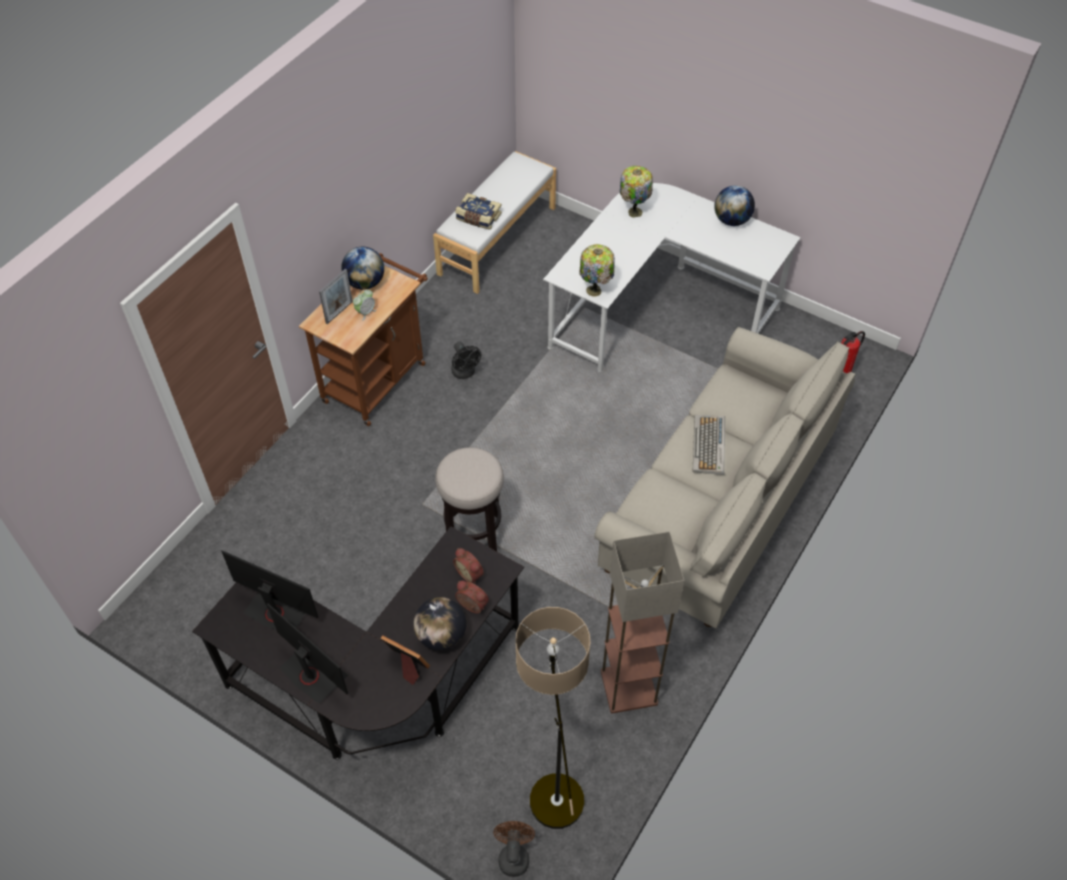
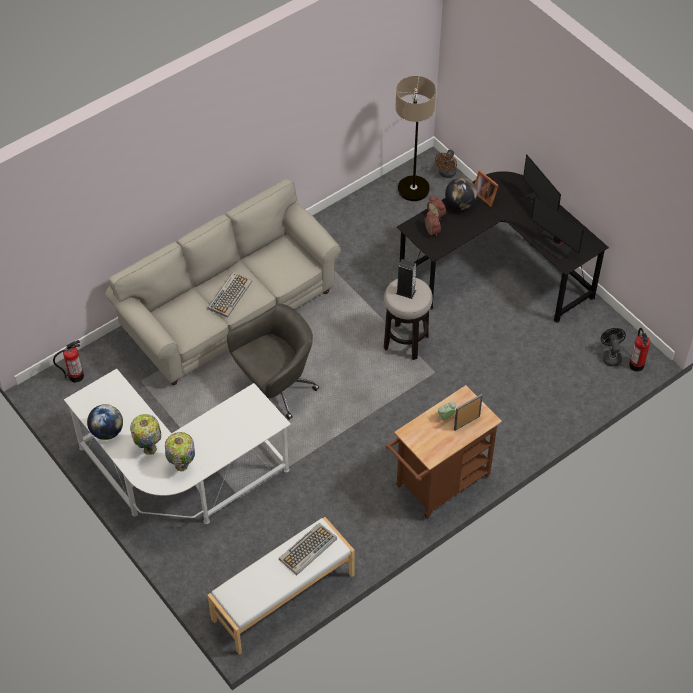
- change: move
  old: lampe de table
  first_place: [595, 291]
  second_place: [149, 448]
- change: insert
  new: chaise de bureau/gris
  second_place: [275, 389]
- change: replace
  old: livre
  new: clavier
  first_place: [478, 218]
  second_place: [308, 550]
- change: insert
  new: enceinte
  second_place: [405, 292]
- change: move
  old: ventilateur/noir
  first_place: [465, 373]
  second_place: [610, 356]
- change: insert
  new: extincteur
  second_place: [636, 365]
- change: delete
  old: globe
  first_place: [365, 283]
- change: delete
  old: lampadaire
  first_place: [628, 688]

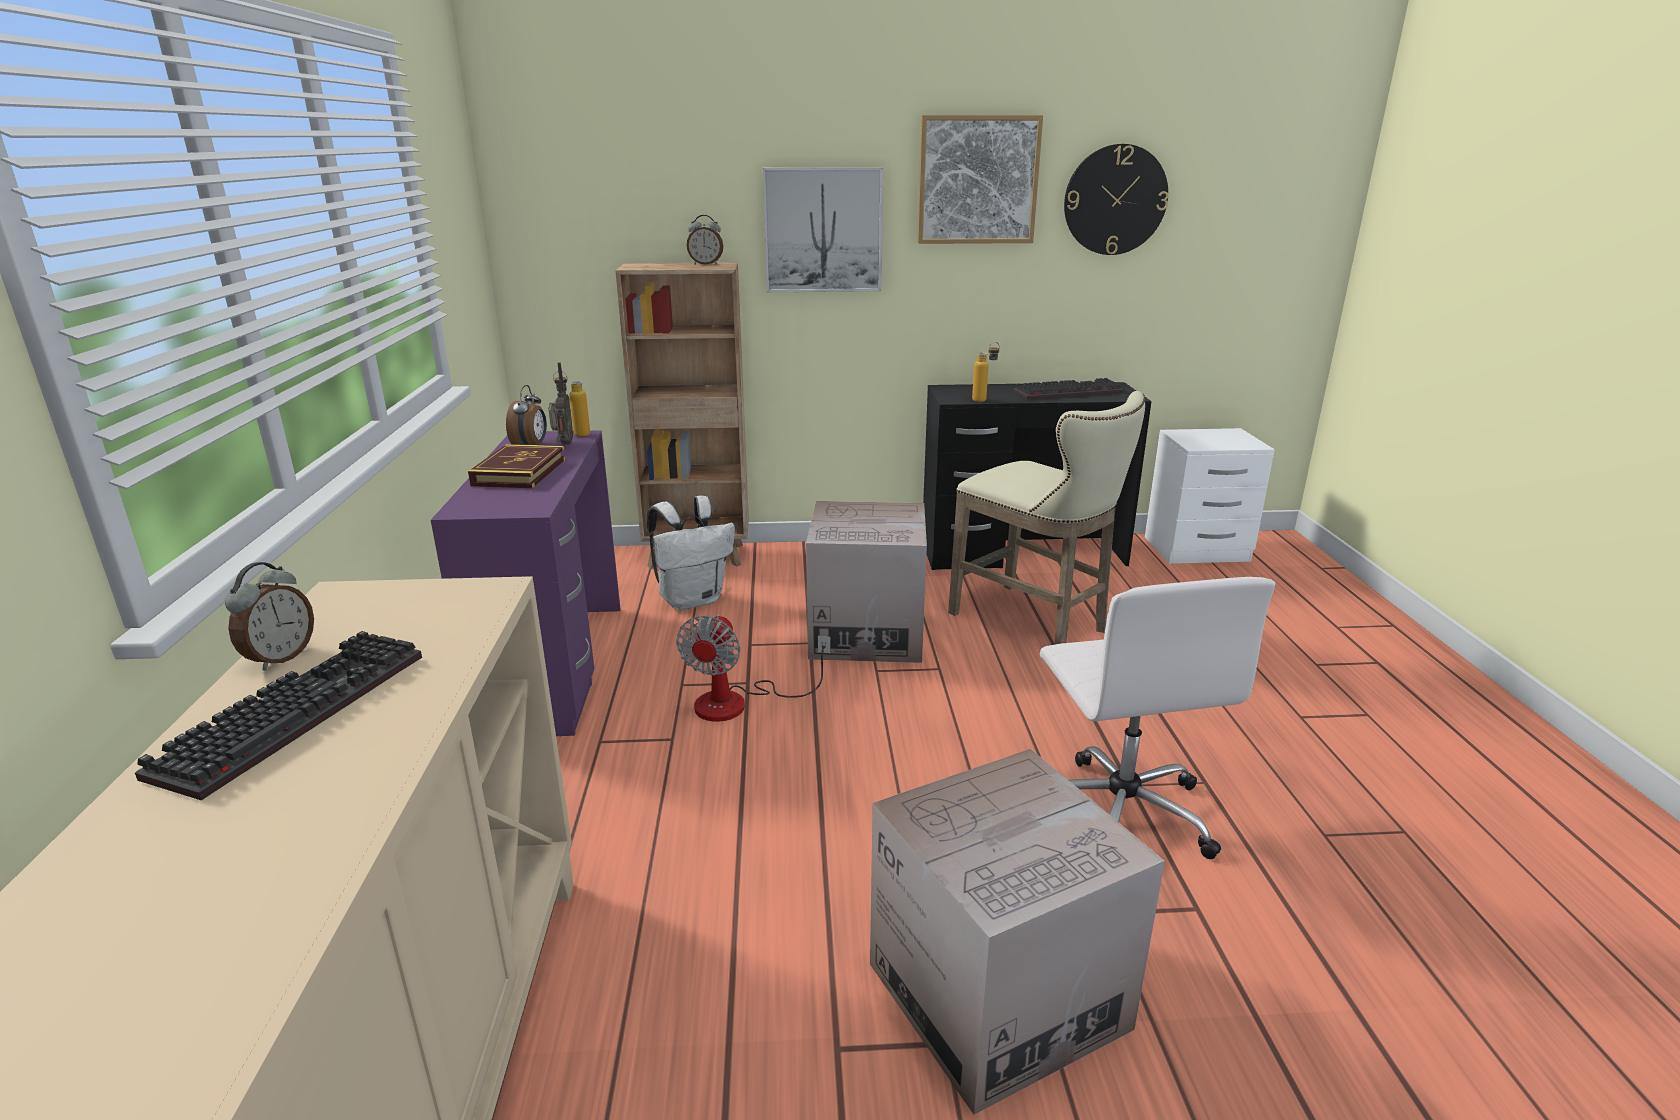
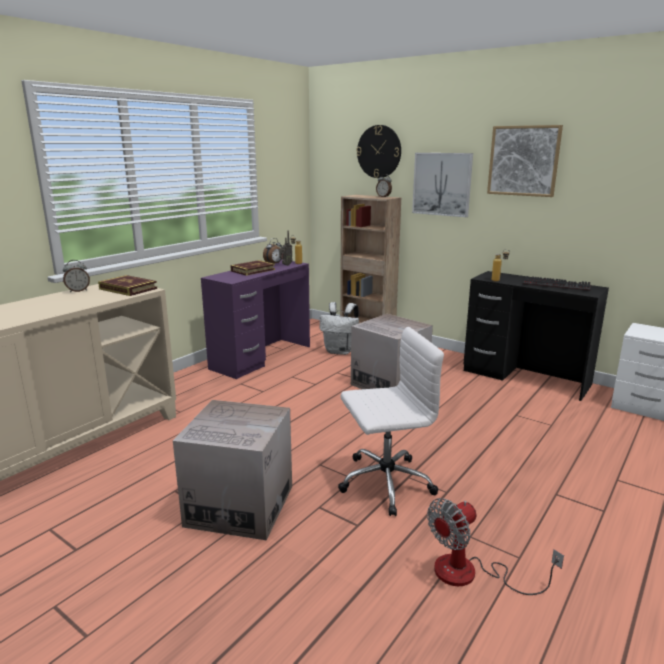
- change: insert
  new: livre
  second_place: [128, 289]
- change: rotate
  old: chaise de bureau/blanc
  first_place: [1119, 813]
  second_place: [384, 483]
  degrees: -135
- change: move
  old: horloge murale
  first_place: [1115, 200]
  second_place: [379, 151]
- change: move
  old: ventilateur
  first_place: [738, 702]
  second_place: [470, 574]
- change: delete
  old: clavier
  first_place: [295, 710]
- change: delete
  old: tabouret/beige
  first_place: [1035, 624]

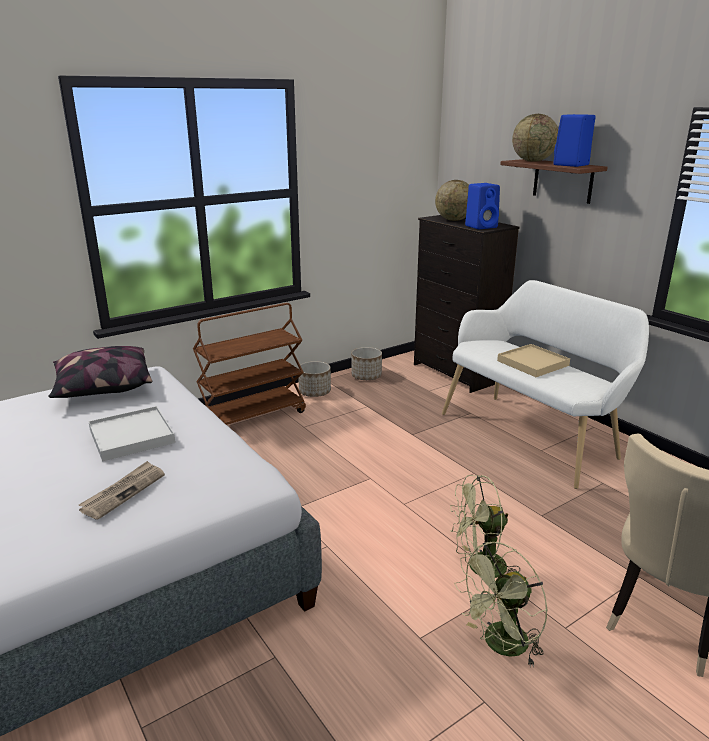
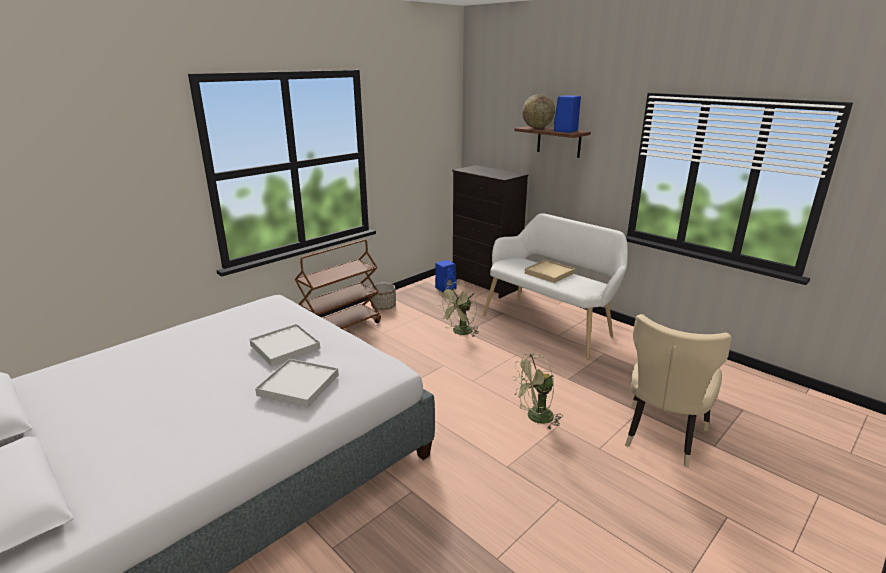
- change: replace
  old: journal
  new: plateau/blanc
  first_place: [123, 491]
  second_place: [298, 385]
- change: move
  old: enceinte/bleu
  first_place: [481, 226]
  second_place: [446, 288]
- change: move
  old: ventilateur/vert
  first_place: [500, 646]
  second_place: [460, 332]
- change: delete
  old: coussin
  first_place: [103, 387]
- change: delete
  old: cache-pot
  first_place: [366, 376]
- change: delete
  old: globe
  first_place: [454, 220]

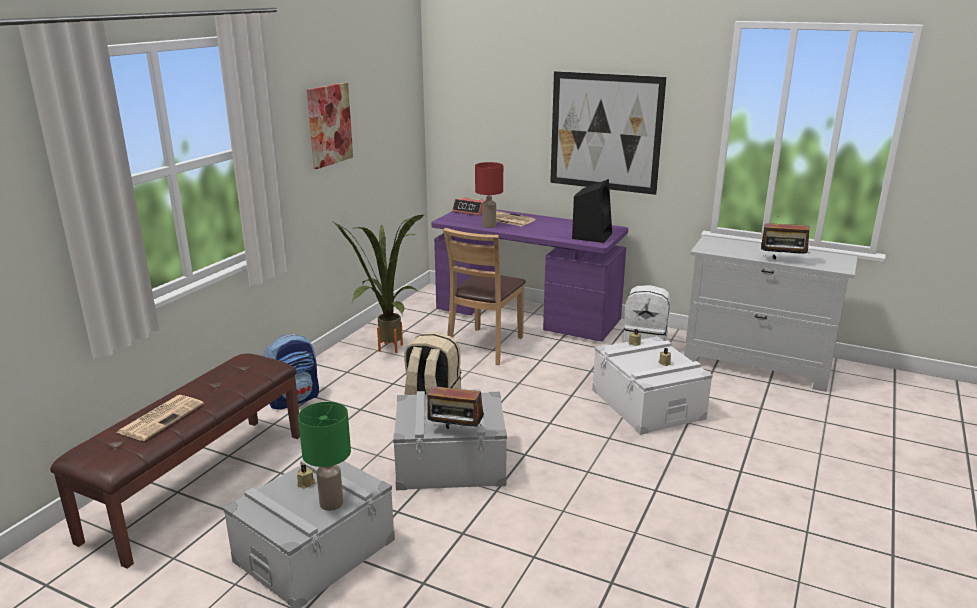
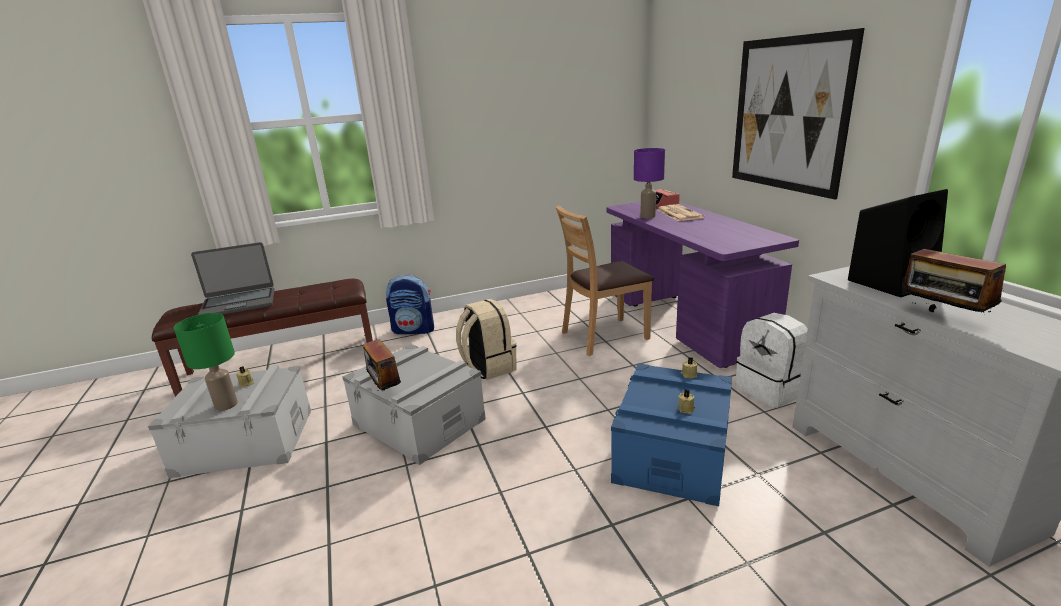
- change: replace
  old: journal
  new: ordinateur portable
  first_place: [161, 417]
  second_place: [239, 303]
- change: recolor
  old: boîte de rangement/blanc
  new: boîte de rangement/bleu
  first_place: [647, 404]
  second_place: [673, 454]
- change: recolor
  old: lampe de table/rouge
  new: lampe de table/violet
  first_place: [488, 226]
  second_place: [647, 216]
- change: move
  old: enceinte/noir
  first_place: [592, 235]
  second_place: [892, 282]
- change: delete
  old: tableau
  first_place: [329, 125]
- change: delete
  old: plante en pot
  first_place: [385, 351]

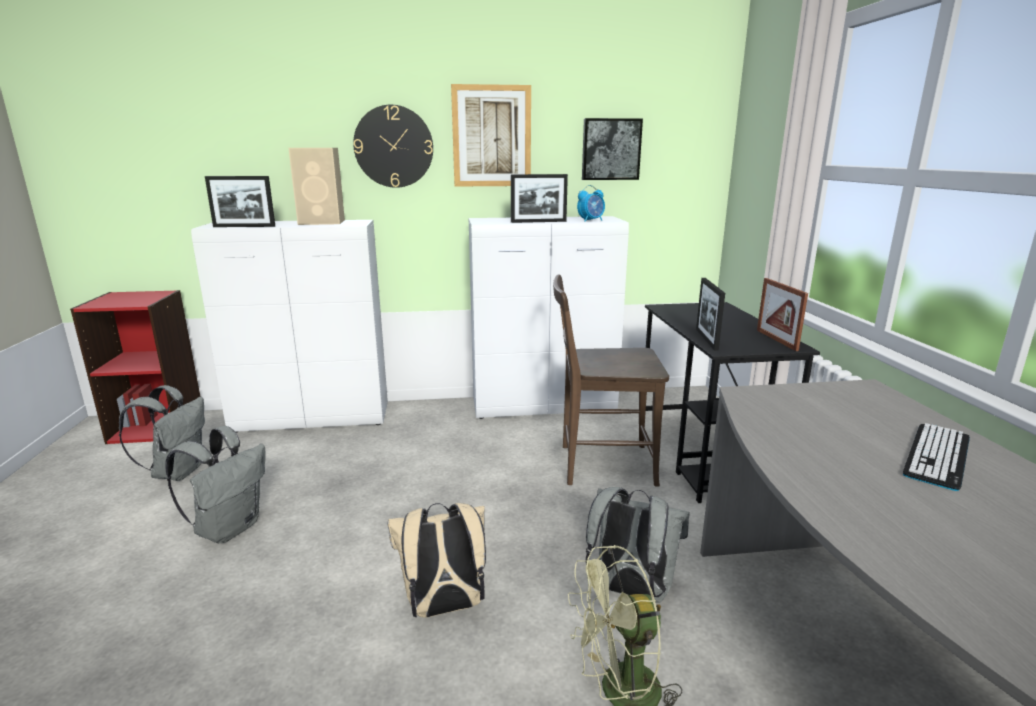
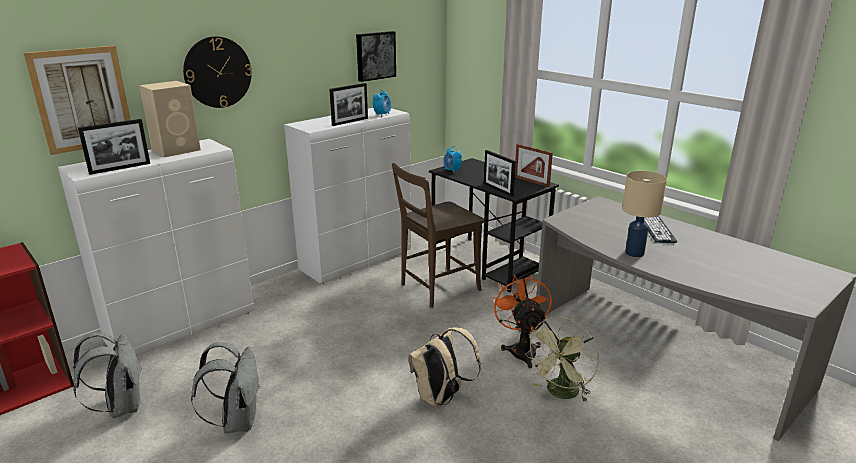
- change: move
  old: tableau
  first_place: [491, 136]
  second_place: [82, 99]
- change: insert
  new: réveil
  second_place: [452, 171]
- change: replace
  old: sac à dos/gris
  new: ventilateur/orange
  first_place: [630, 591]
  second_place: [521, 349]
- change: insert
  new: lampe de table/beige
  second_place: [635, 253]

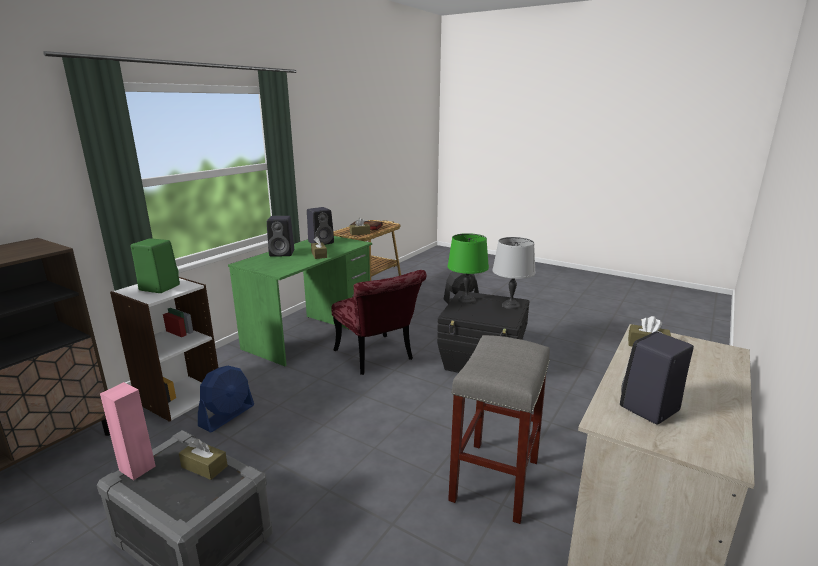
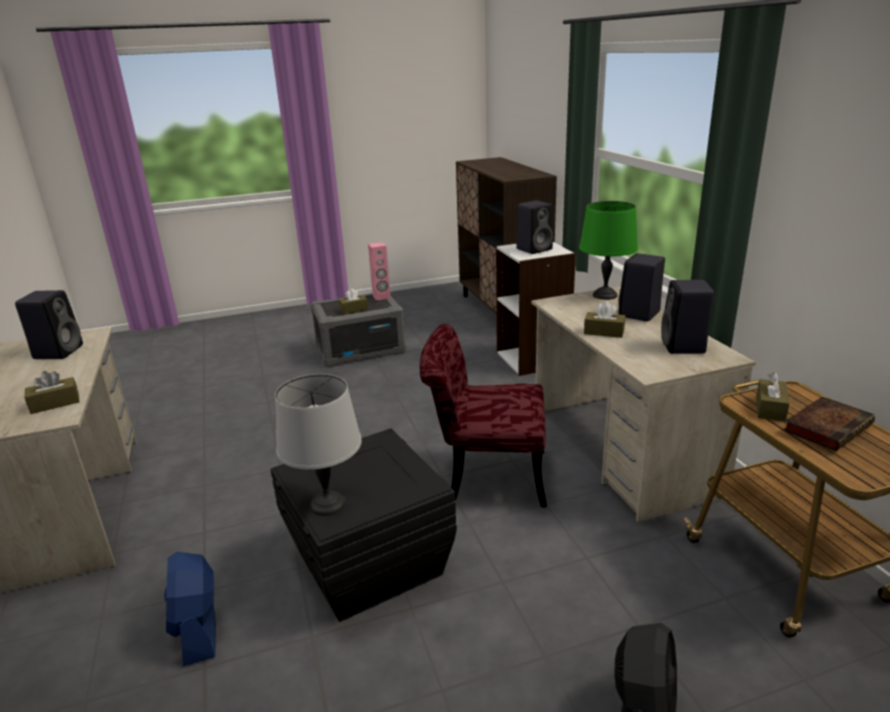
- change: move
  old: ventilateur/bleu
  first_place: [227, 415]
  second_place: [198, 629]
- change: recolor
  old: enceinte/vert
  new: enceinte/noir
  first_place: [158, 288]
  second_place: [535, 249]
- change: recolor
  old: bureau/vert
  new: bureau/beige
  first_place: [310, 332]
  second_place: [620, 450]
- change: move
  old: lampe de table/vert
  first_place: [466, 300]
  second_place: [605, 295]
- change: delete
  old: tabouret/gris
  first_place: [494, 478]

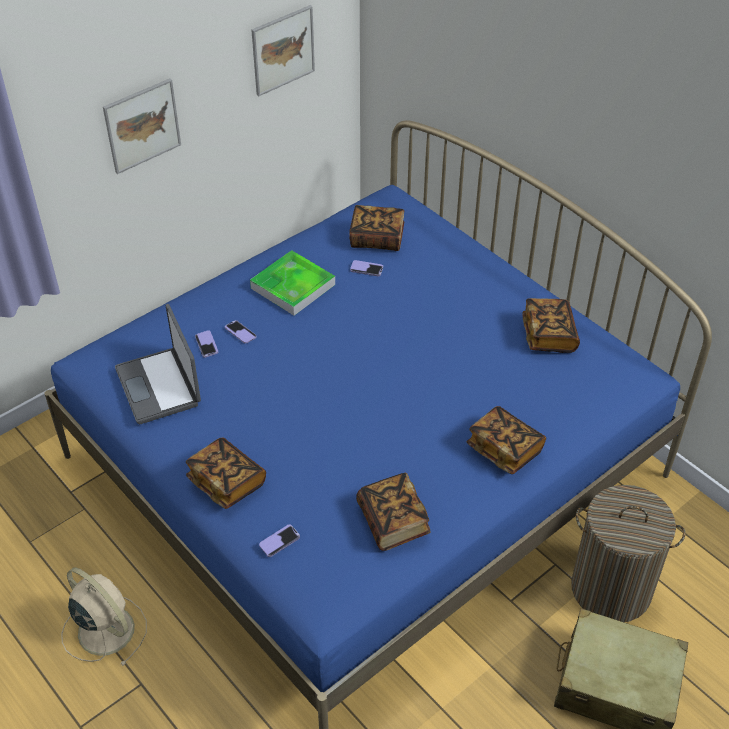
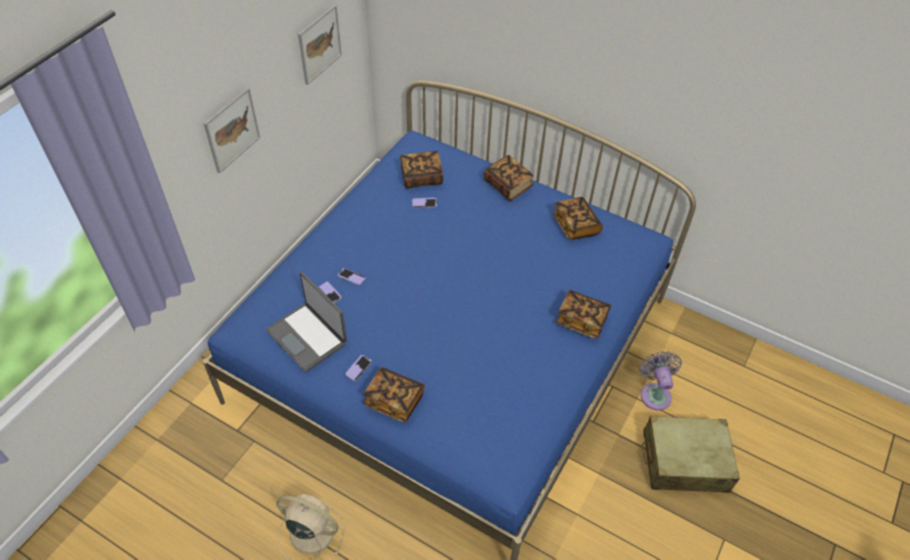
- change: move
  old: téléphone
  first_place: [279, 541]
  second_place: [358, 368]
- change: move
  old: livre
  first_place: [393, 522]
  second_place: [508, 185]
- change: replace
  old: panier à linge
  new: ventilateur/gris
  first_place: [610, 588]
  second_place: [655, 393]
- change: delete
  old: plateau
  first_place: [293, 286]

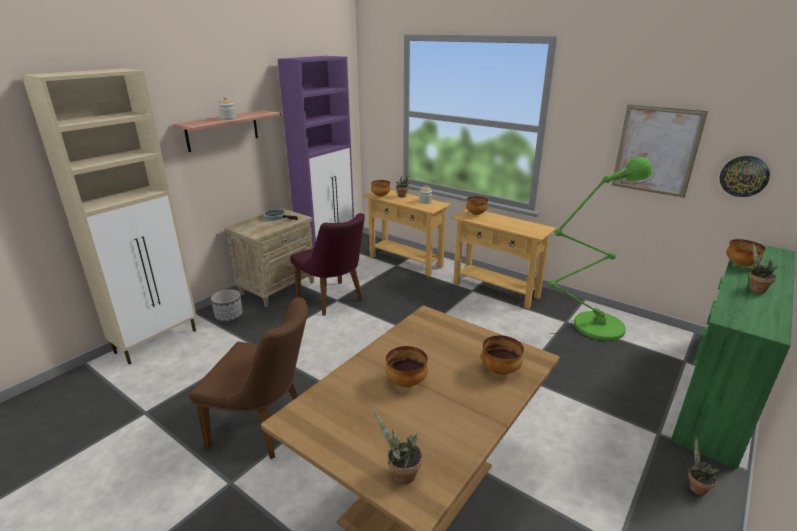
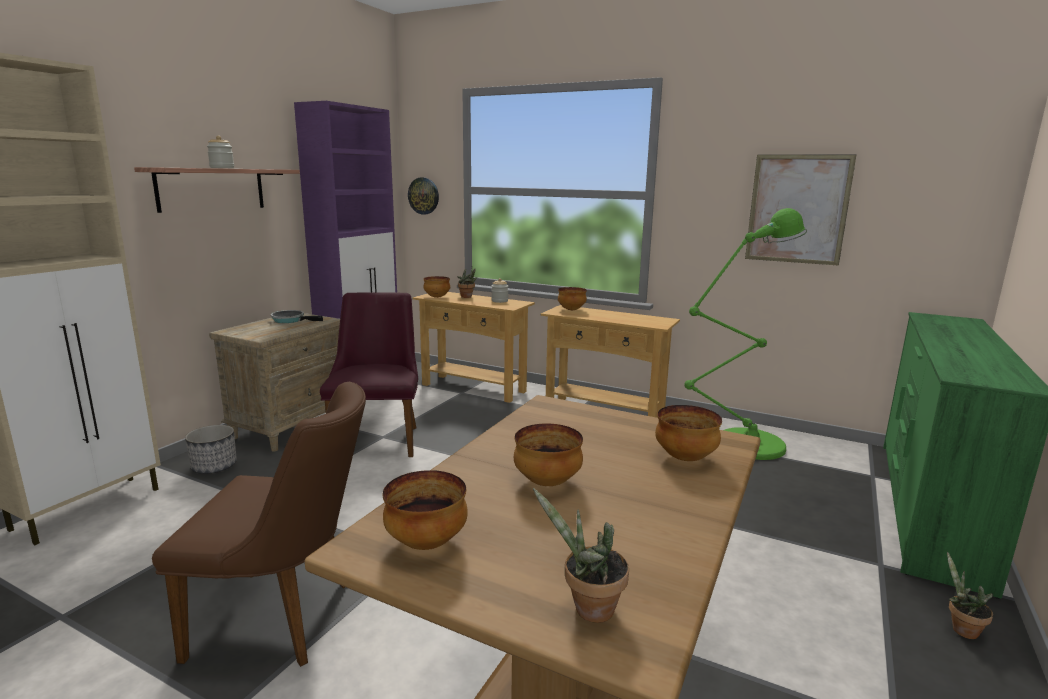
- change: rotate
  old: chaise/violet
  first_place: [334, 301]
  second_place: [379, 438]
  degrees: -135
- change: move
  old: bol
  first_place: [740, 265]
  second_place: [428, 542]
- change: move
  old: horloge murale
  first_place: [744, 176]
  second_place: [423, 196]
- change: delete
  old: plante en pot
  first_place: [754, 289]

